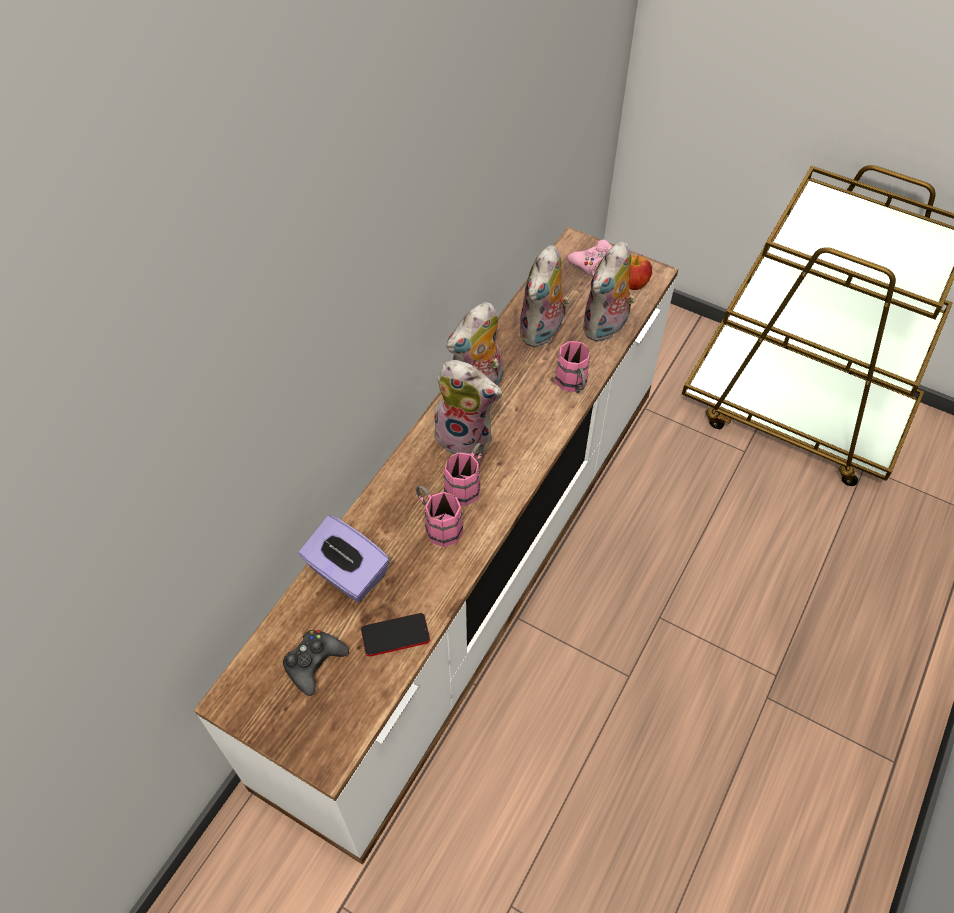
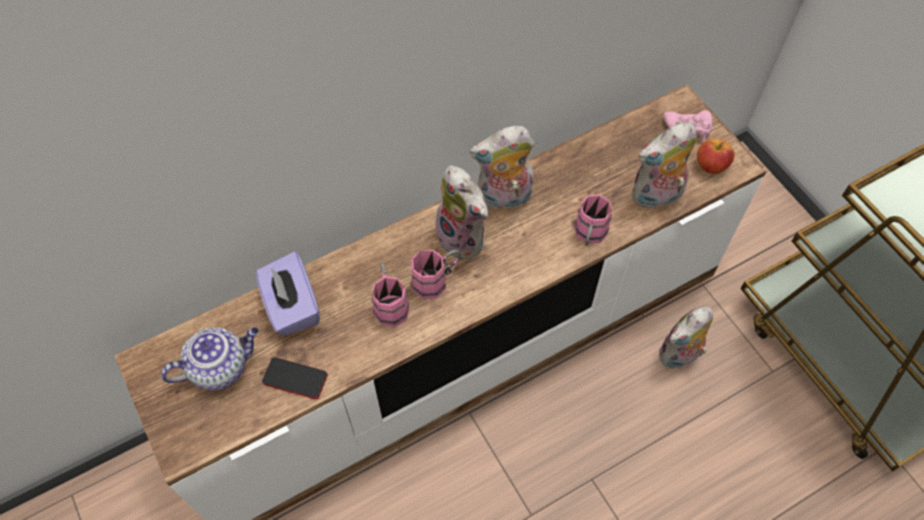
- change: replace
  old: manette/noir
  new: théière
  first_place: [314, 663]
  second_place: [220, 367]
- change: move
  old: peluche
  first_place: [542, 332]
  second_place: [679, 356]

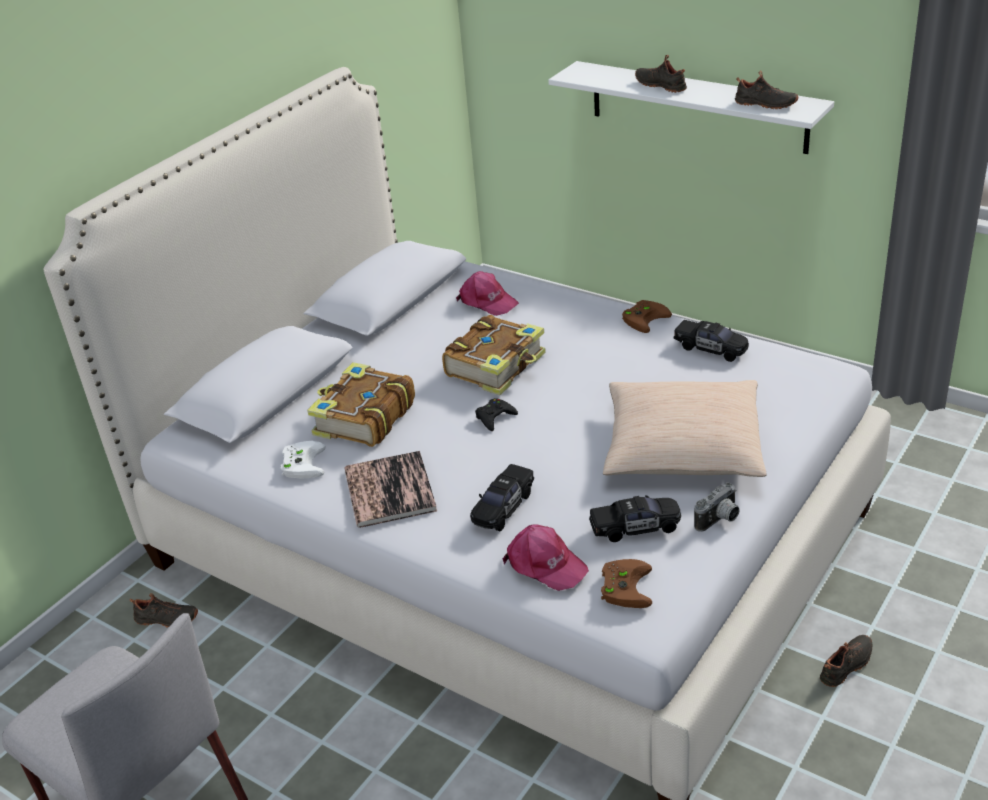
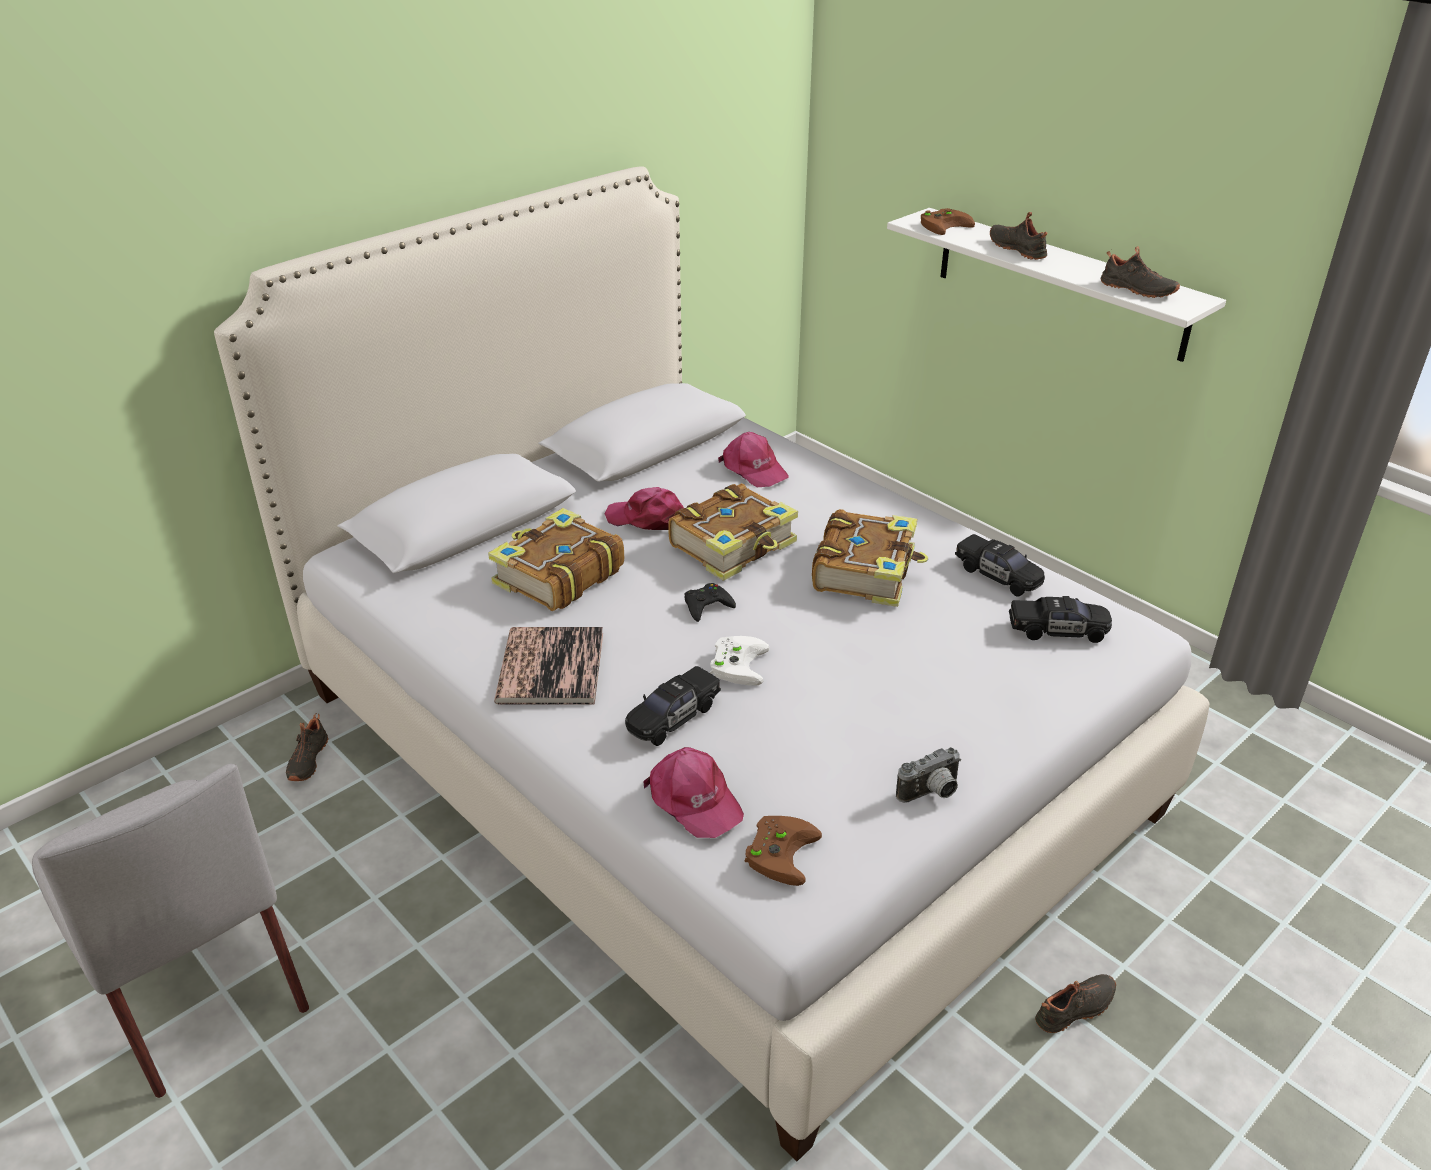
- change: rotate
  old: chaussure/noir
  first_place: [166, 620]
  second_place: [306, 760]
  degrees: 75
- change: insert
  new: casquette/rose
  second_place: [647, 518]
- change: move
  old: manette/blanc
  first_place: [302, 463]
  second_place: [737, 662]
- change: insert
  new: livre
  second_place: [866, 571]
- change: move
  old: manette/marron
  first_place: [644, 318]
  second_place: [945, 224]
- change: move
  old: petite voiture/noir
  first_place: [635, 527]
  second_place: [1058, 630]
- change: delete
  old: coussin/beige
  first_place: [682, 447]

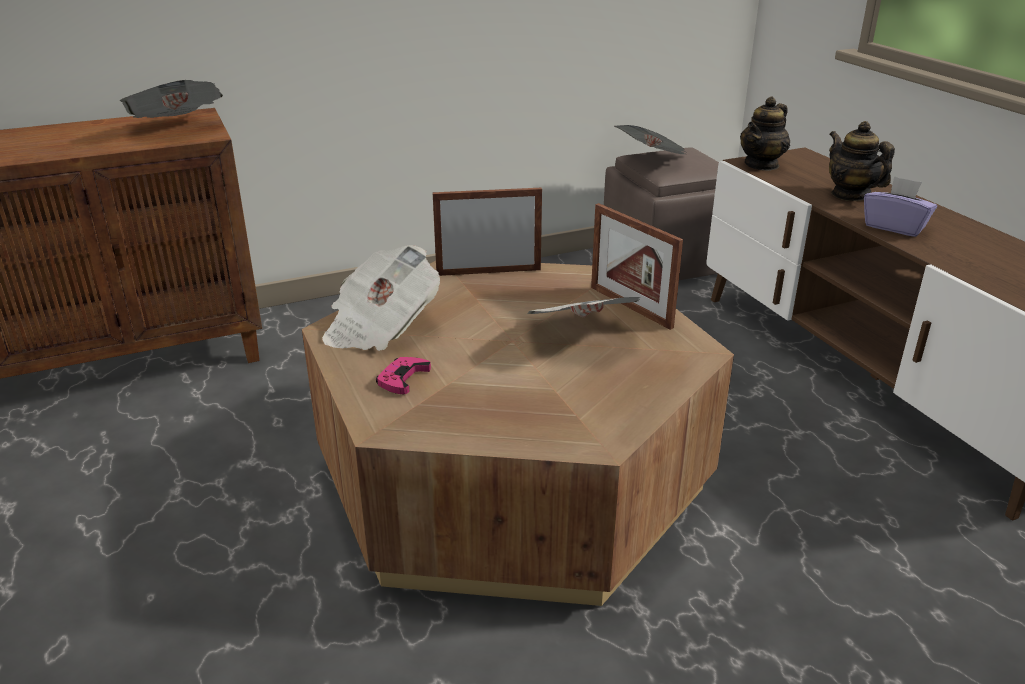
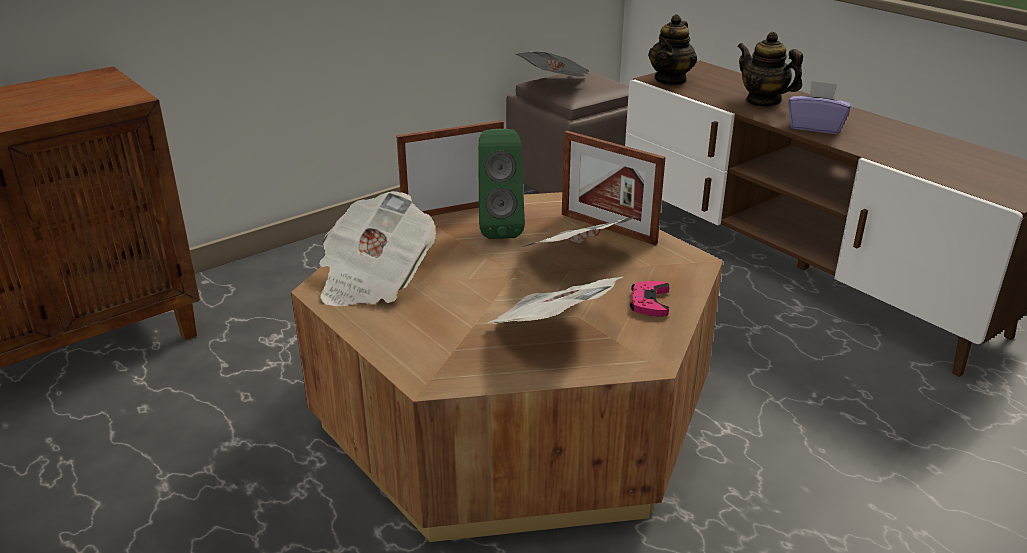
- change: insert
  new: enceinte/vert
  second_place: [500, 229]
- change: move
  old: journal
  first_place: [178, 127]
  second_place: [552, 330]
- change: move
  old: manette/rose
  first_place: [402, 379]
  second_place: [649, 302]

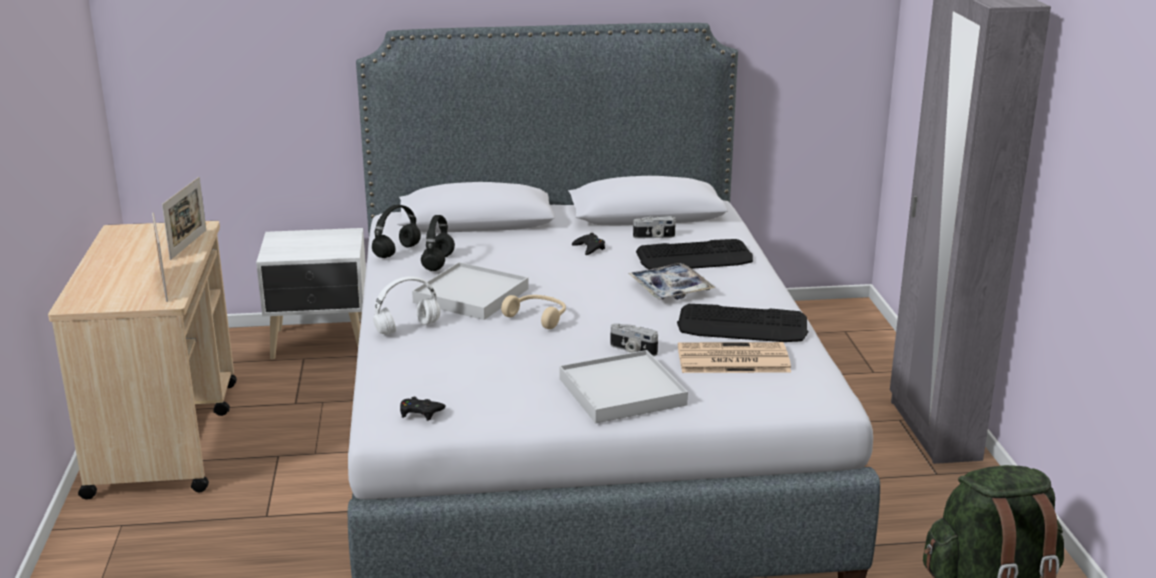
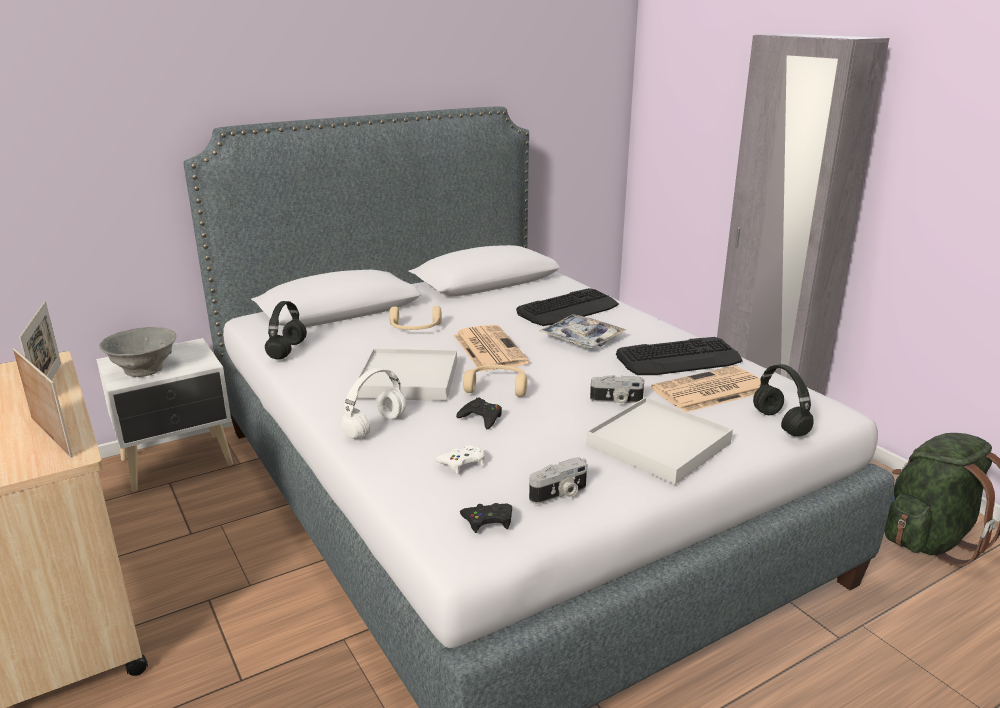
- change: insert
  new: bol/gris
  second_place: [144, 369]
- change: insert
  new: casque audio/beige
  second_place: [415, 329]
- change: insert
  new: manette/blanc
  second_place: [462, 462]
- change: insert
  new: journal
  second_place: [488, 349]
- change: move
  old: manette/noir
  first_place: [589, 248]
  second_place: [481, 418]
- change: move
  old: appareil photo
  first_place: [654, 237]
  second_place: [559, 494]
- change: move
  old: casque audio/noir
  first_place: [438, 263]
  second_place: [781, 424]

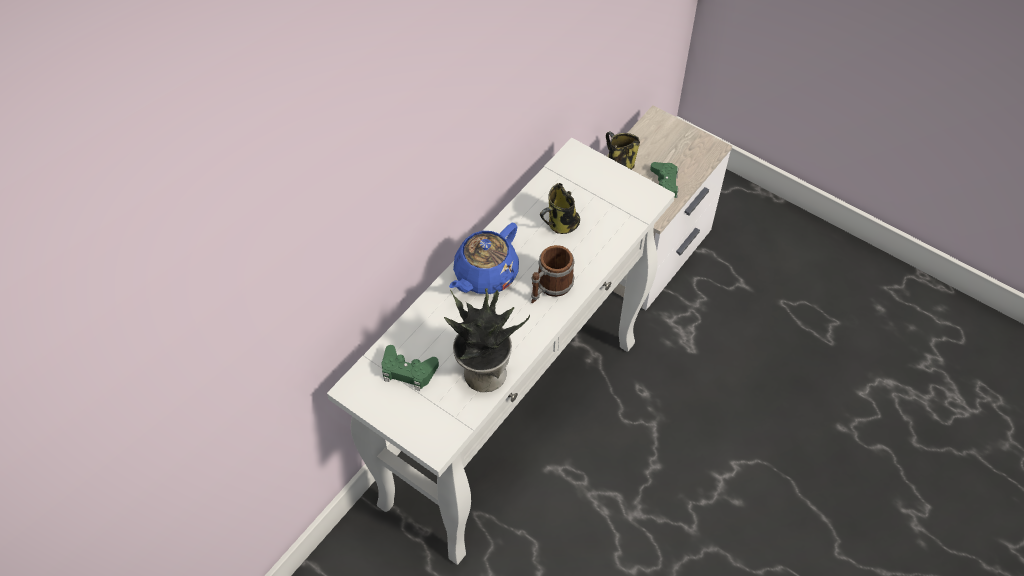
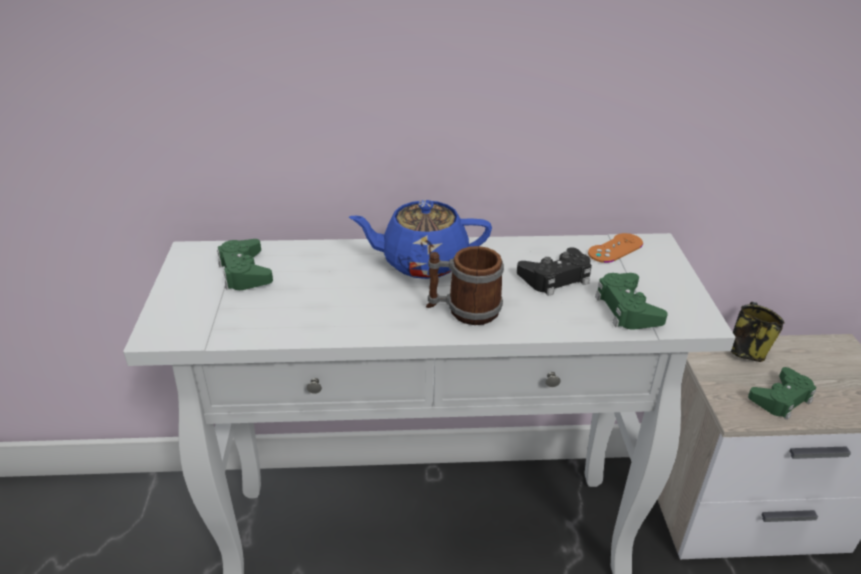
- change: replace
  old: mug
  new: manette/noir
  first_place: [561, 224]
  second_place: [556, 278]
- change: insert
  new: manette/orange
  second_place: [615, 248]
- change: insert
  new: manette/vert
  second_place: [627, 308]
- change: delete
  old: plante en pot
  first_place: [483, 373]

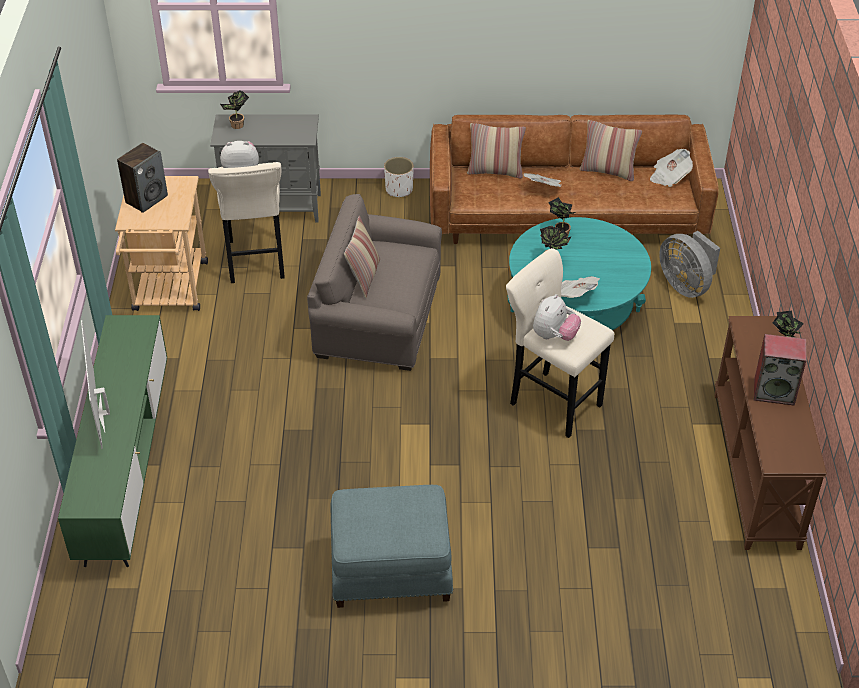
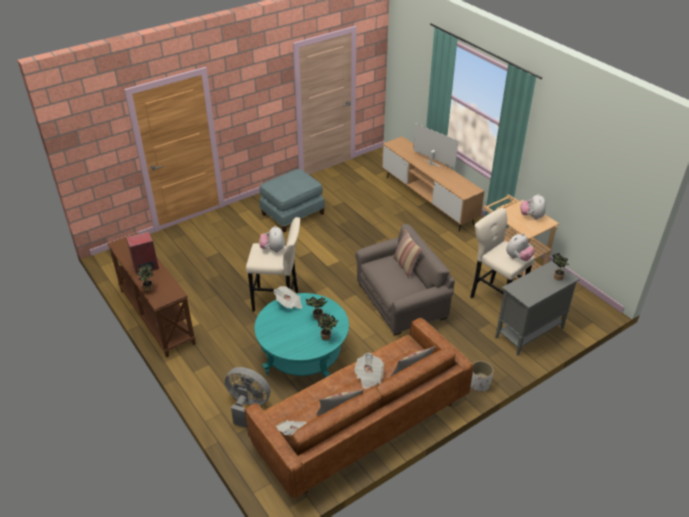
- change: recolor
  old: meuble télé/vert
  new: meuble télé/marron
  first_place: [126, 468]
  second_place: [427, 200]
- change: replace
  old: enceinte
  new: peluche
  first_place: [146, 199]
  second_place: [531, 216]

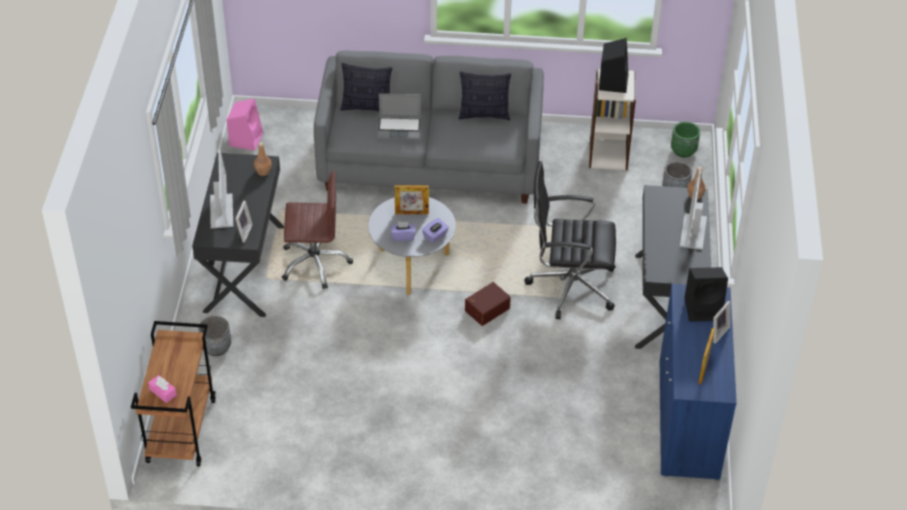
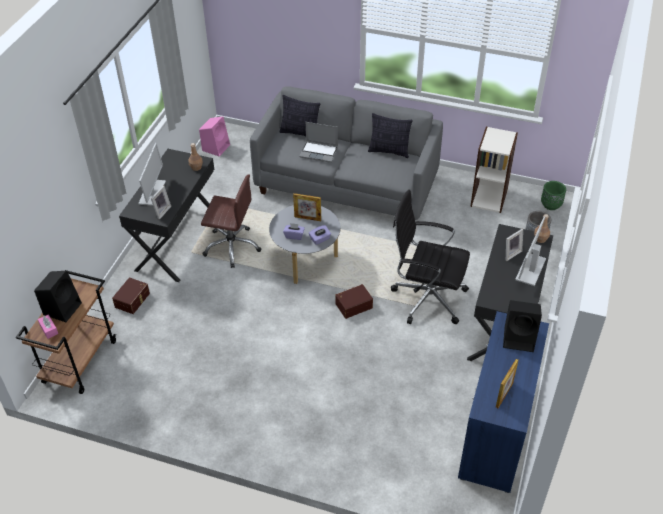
- change: move
  old: enceinte/noir
  first_place: [613, 82]
  second_place: [62, 308]
- change: replace
  old: cache-pot/gris
  new: boîte de rangement/marron
  first_place: [216, 348]
  second_place: [133, 300]
- change: move
  old: cadre photo
  first_place: [717, 332]
  second_place: [510, 253]

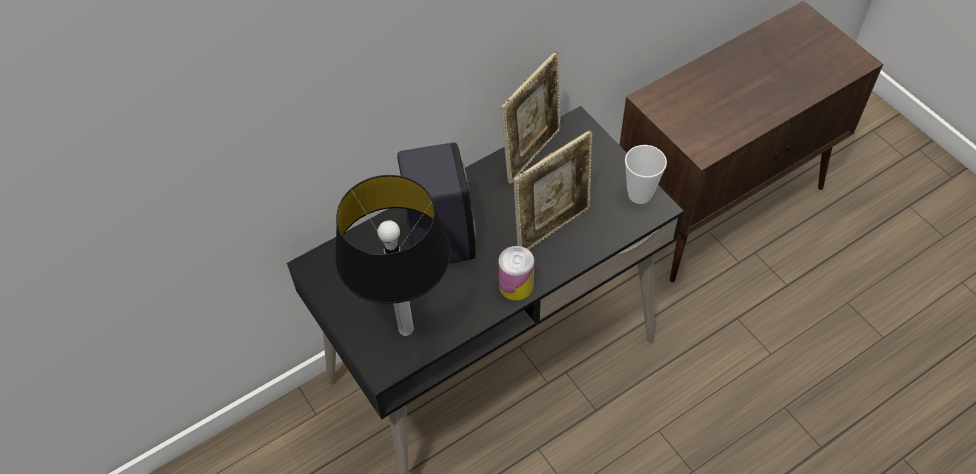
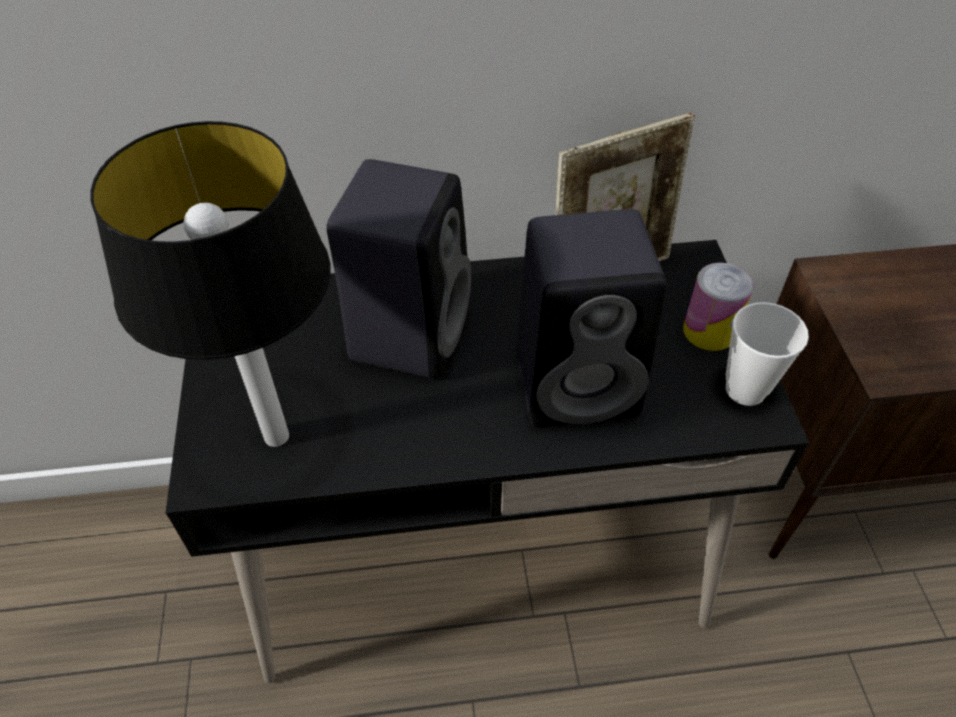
- change: replace
  old: cadre photo
  new: enceinte/noir
  first_place: [552, 227]
  second_place: [580, 382]
- change: move
  old: boîte métallique
  first_place: [516, 285]
  second_place: [709, 331]

